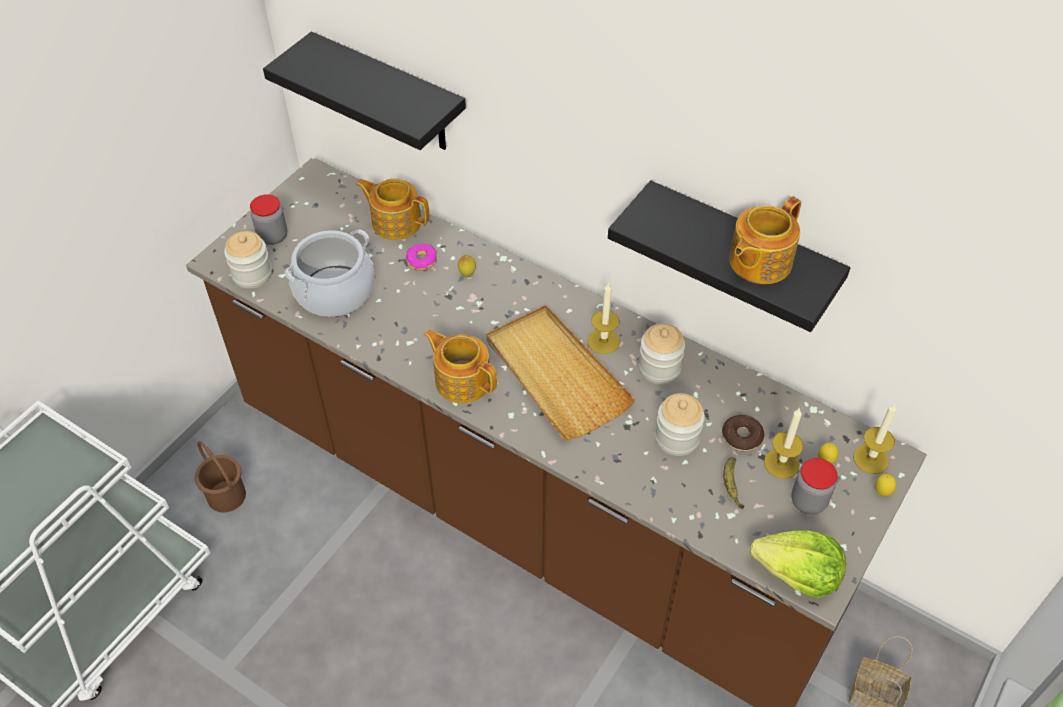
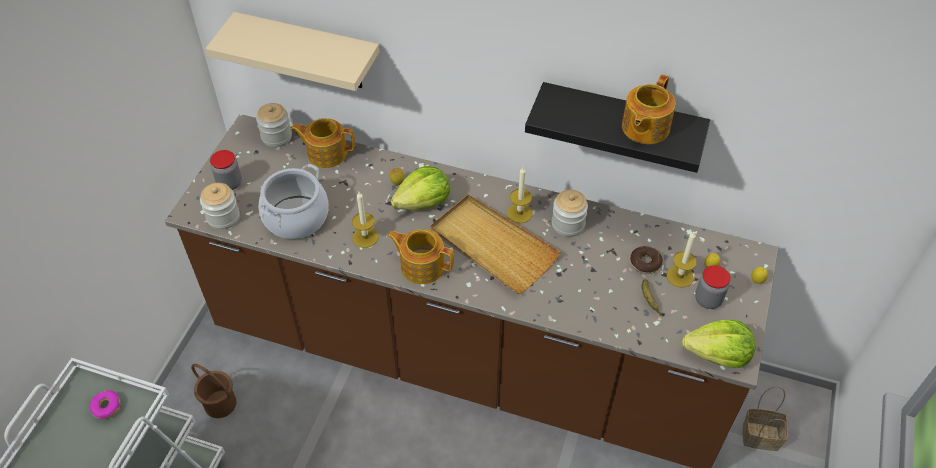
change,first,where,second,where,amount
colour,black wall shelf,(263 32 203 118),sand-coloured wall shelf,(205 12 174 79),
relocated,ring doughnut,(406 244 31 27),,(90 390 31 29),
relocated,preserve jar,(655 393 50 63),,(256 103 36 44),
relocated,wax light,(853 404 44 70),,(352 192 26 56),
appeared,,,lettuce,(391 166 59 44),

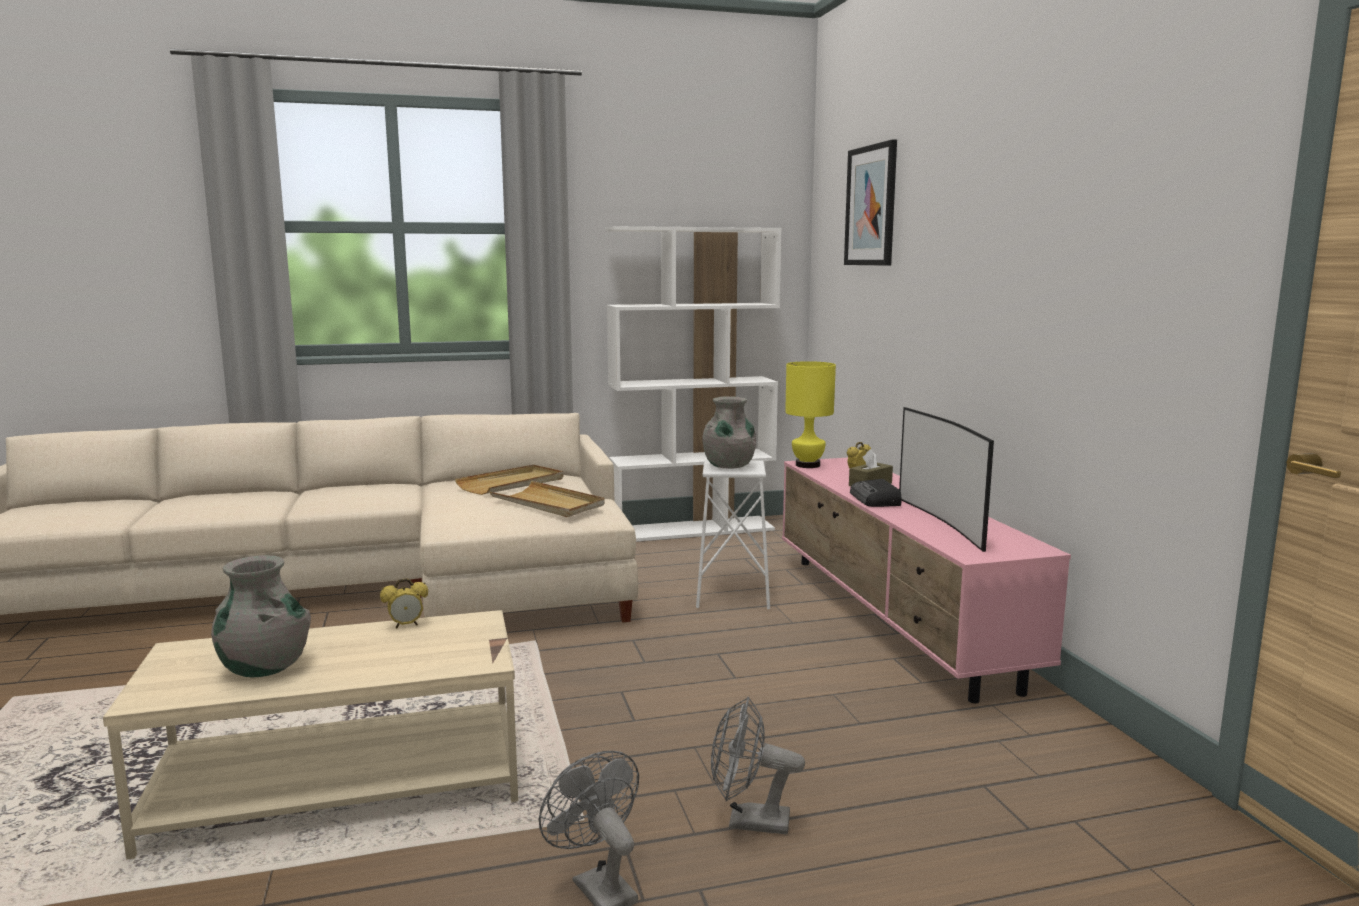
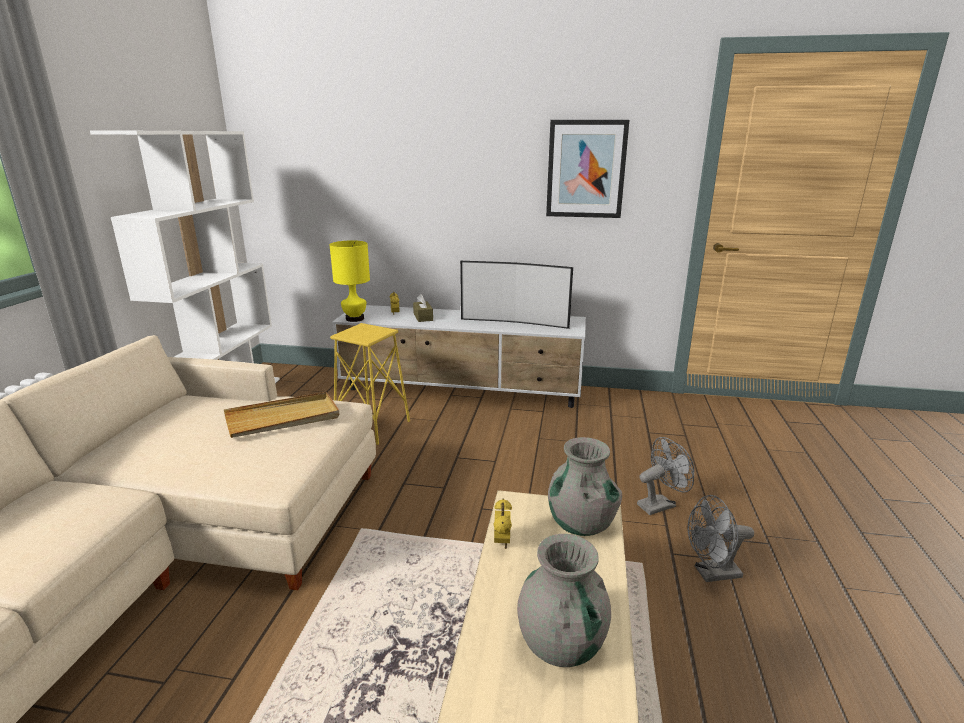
change,first,where,second,where,amount
relocated,wall art,(844 139 53 127),,(546 120 83 98),
relocated,grey vase,(702 396 54 73),,(548 437 74 99),
colour,pinkish tv unit,(782 458 289 245),white tv unit,(332 305 254 103),
colour,white stool,(696 460 74 150),yellow stool,(330 323 80 122),
missing,sand-coloured carrying tray,(455 465 108 30),,,
missing,radio set,(850 479 51 28),,,
spun,grey fan,(711 697 94 137),,(637 437 57 78),150 degrees counterclockwise

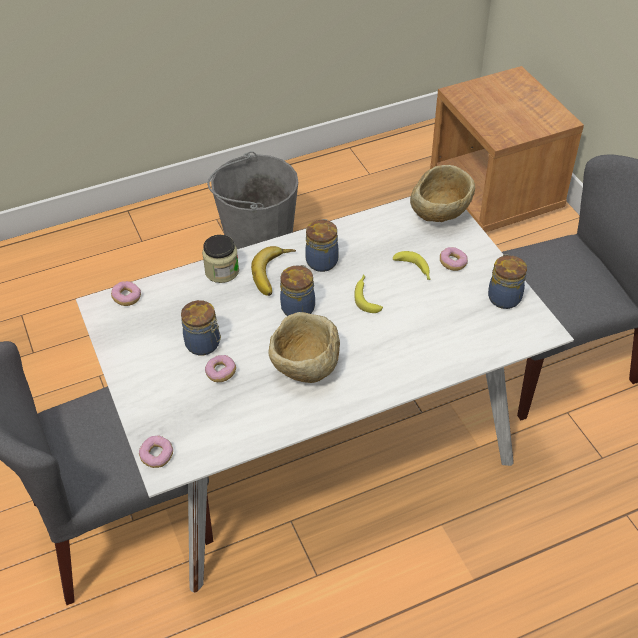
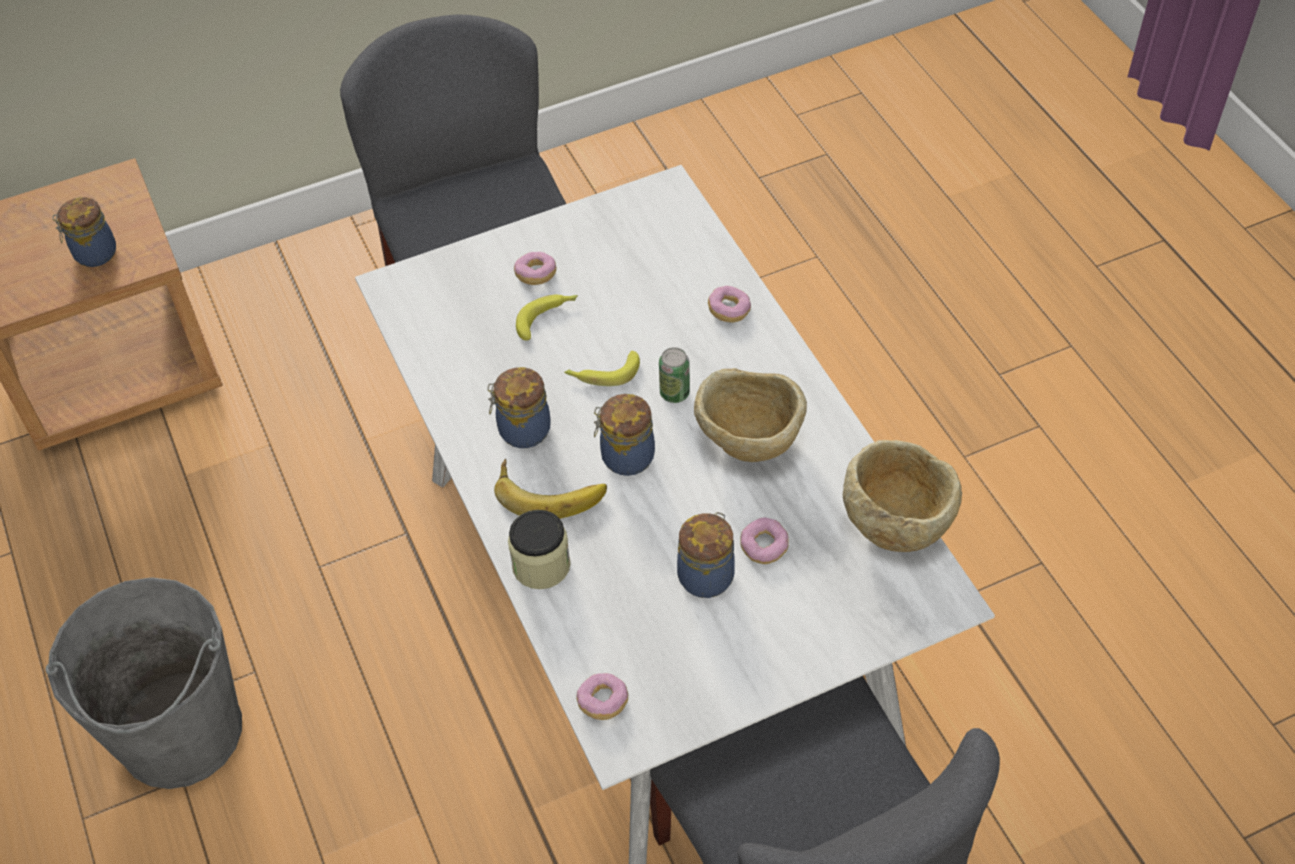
change,first,where,second,where,amount
relocated,sand-coloured bowl,(410 165 65 57),,(843 440 119 112),
relocated,preserve jar,(488 254 39 55),,(52 197 64 70),
relocated,ring doughnut,(139 435 34 33),,(708 286 43 37),
appeared,,,can,(659 347 31 56),

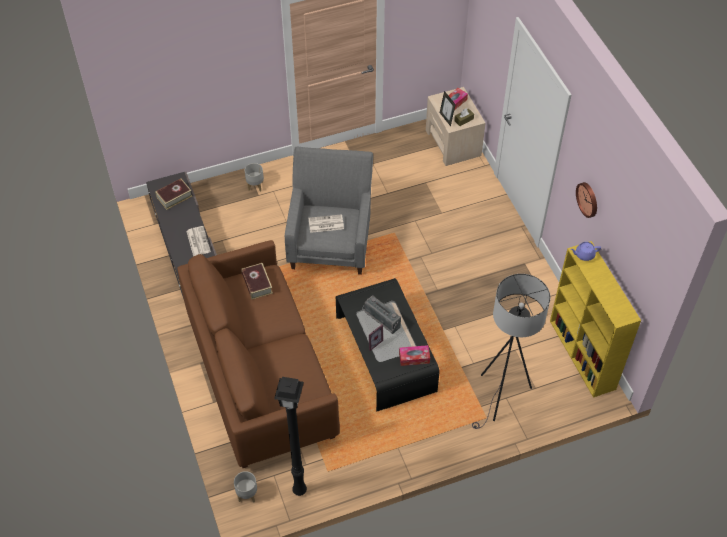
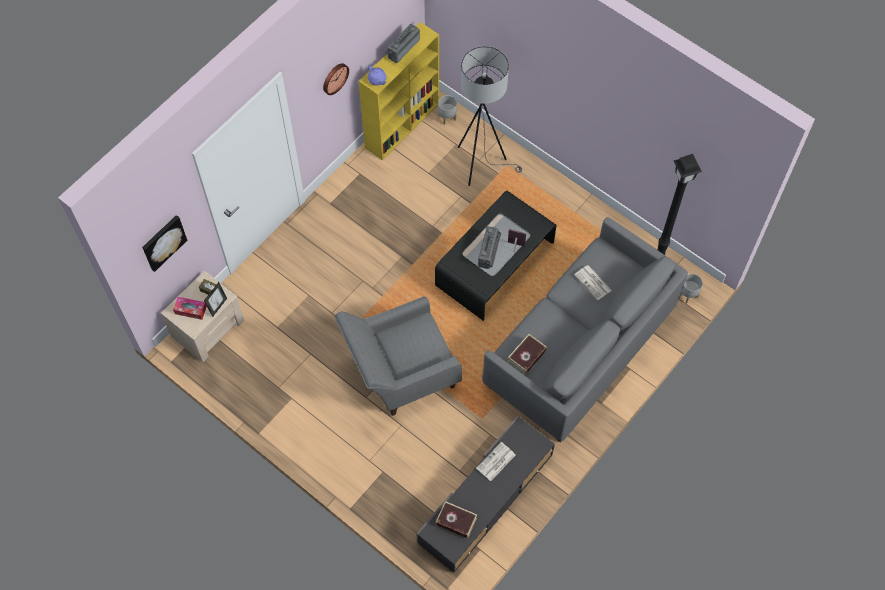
change,first,where,second,where,amount
relocated,grey planter,(245 163 19 29),,(438 95 19 30),
relocated,daily paper,(308 214 36 19),,(574 265 38 35),
colour,brownish couch,(177 240 163 228),grey couch,(482 217 206 225),
missing,box of tissues,(399 345 31 21),,,
appeared,,,radio set,(385 24 35 39),
appeared,,,wall art,(142 215 45 57),

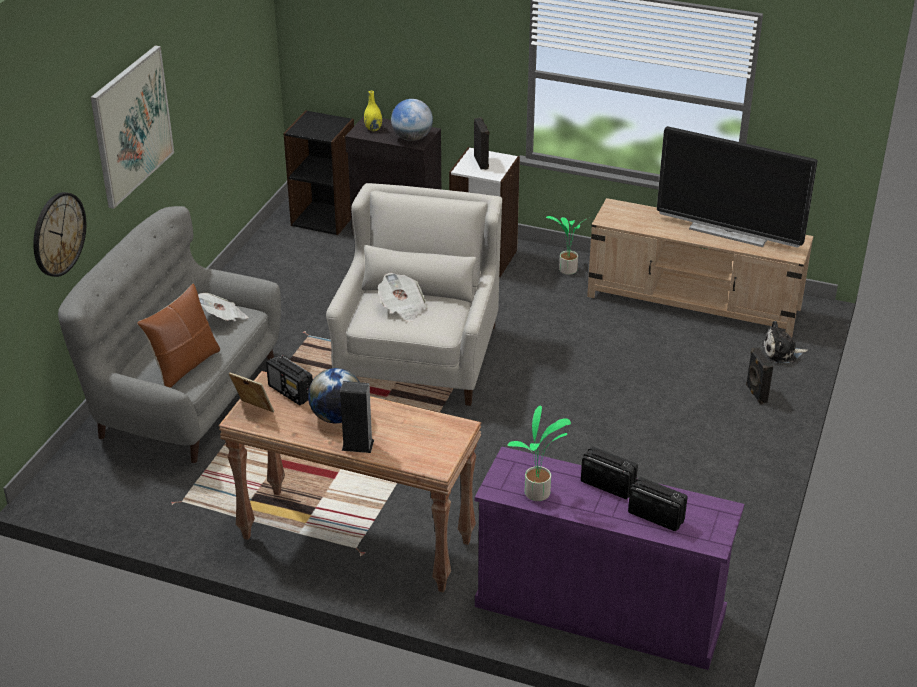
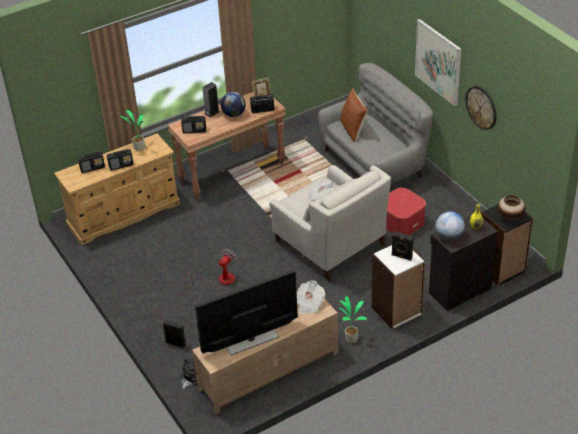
change,first,where,second,where,amount
relocated,hanging clock,(33 192 53 85),,(466 86 30 44),
relocated,daily paper,(198 293 50 28),,(297 280 28 34),
colour,purplish chest of drawers,(475 447 269 223),sand-coloured chest of drawers,(54 134 126 112),
appeared,,,radio set,(181 116 25 17),
appeared,,,pouffe,(386 188 40 47),
appeared,,,vase,(497 195 28 26),
appeared,,,fan,(187 249 50 38),

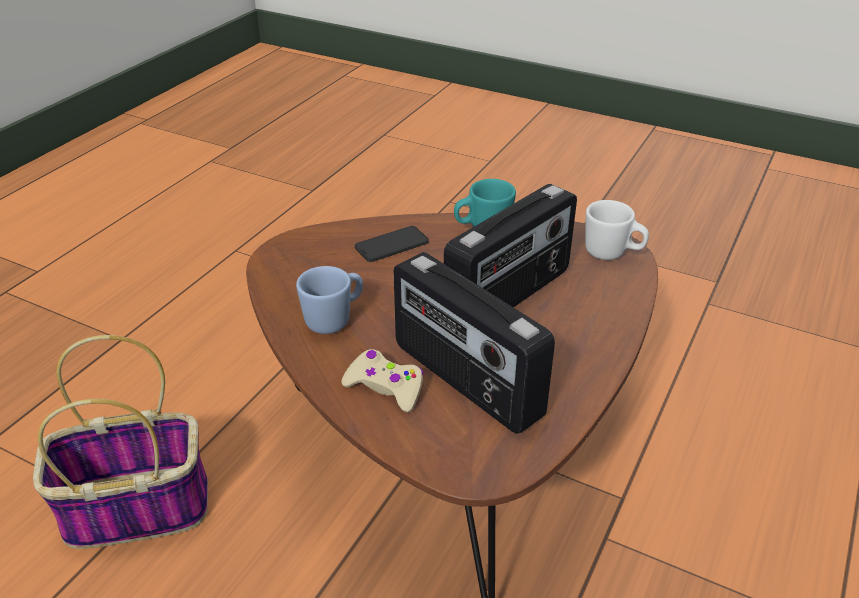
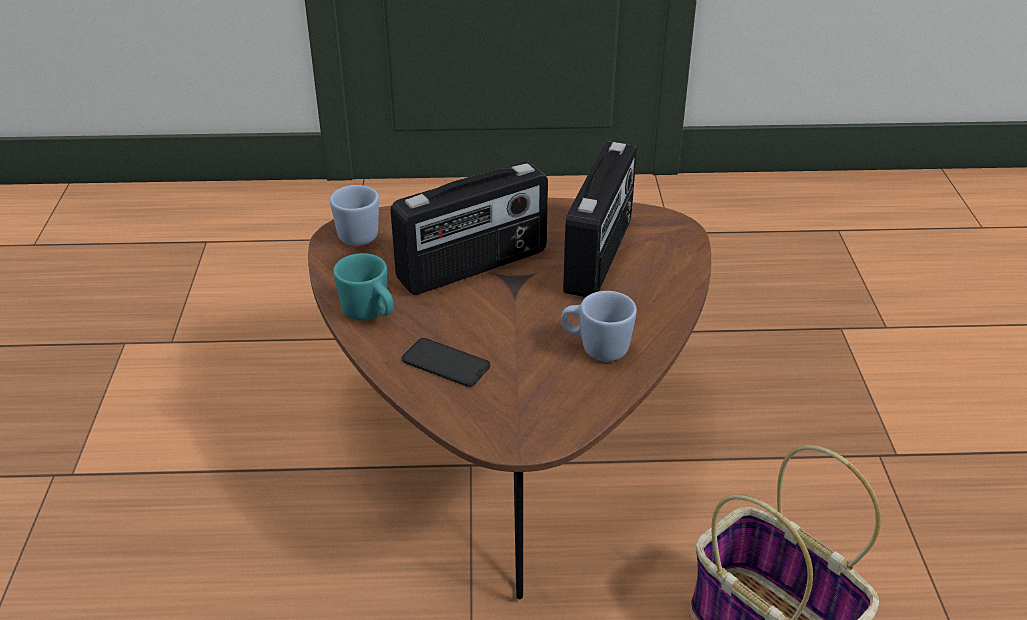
change,first,where,second,where,amount
spun,radio set,(444 184 133 123),,(391 162 157 133),135 degrees clockwise
colour,white coffee mug,(585 200 64 60),blue coffee mug,(330 185 49 61),
missing,sand-coloured game controller,(341 349 83 64),,,

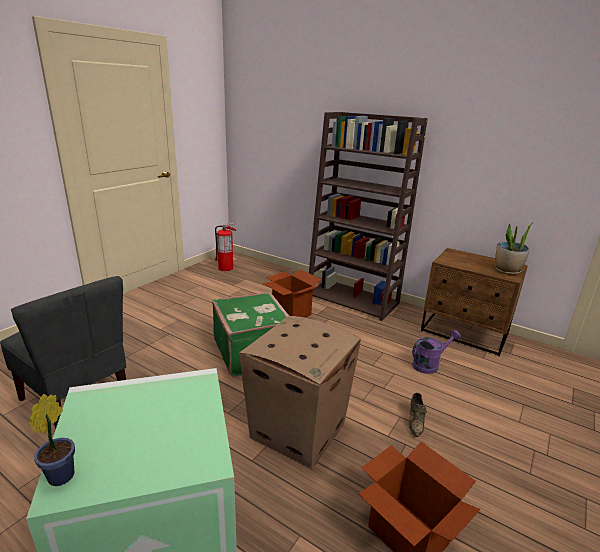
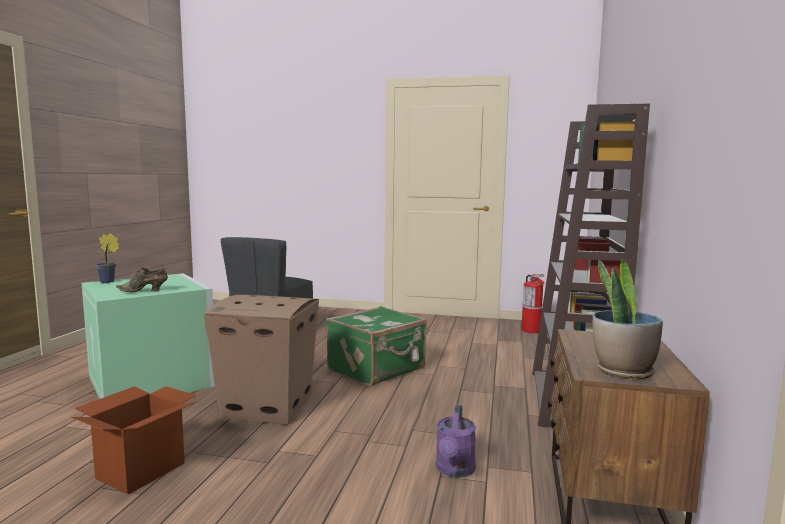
change,first,where,second,where,amount
missing,packing box,(262 269 60 49),,,
spun,purplish watering can,(412 330 49 44),,(436 405 40 73),60 degrees clockwise
relocated,brownish low shoe,(408 393 19 44),,(116 267 52 25),

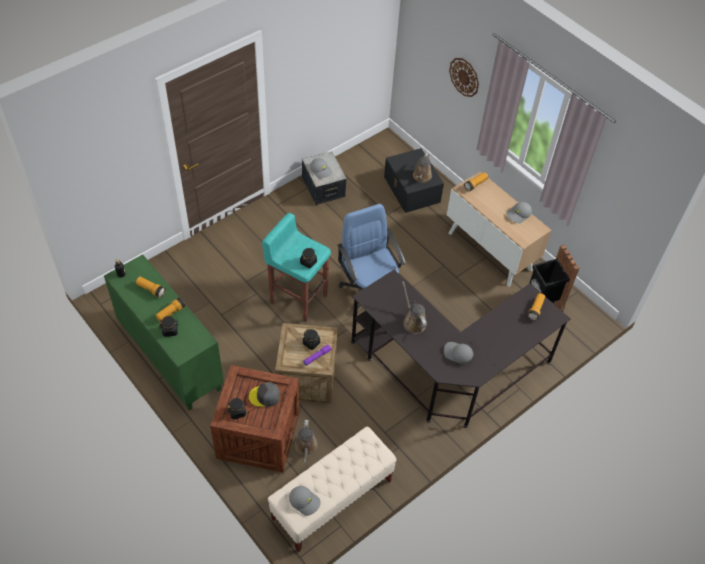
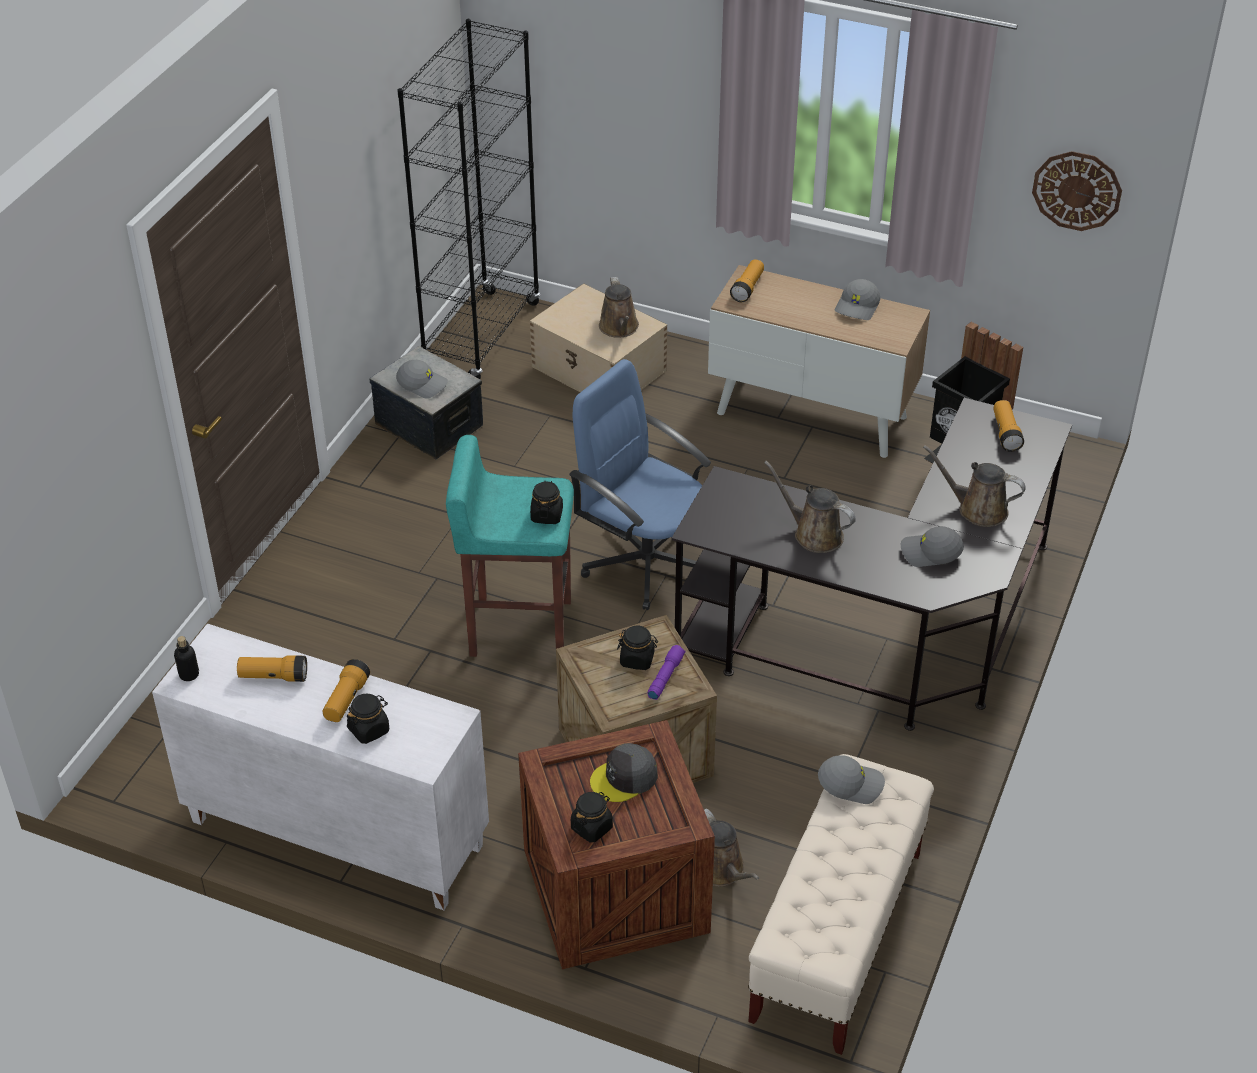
change,first,where,second,where,amount
relocated,hanging clock,(449 58 30 39),,(1032 151 90 80),
colour,black storage container,(384 148 60 65),sand-coloured storage container,(530 283 137 109),
colour,green-coloured cupboard,(104 254 120 156),white cupboard,(152 623 337 287),
relocated,grey cap,(289 486 31 30),,(818 755 67 49),
appeared,,,black bookcase,(397 19 143 360),
appeared,,,brownish watering can,(923 445 103 82),

